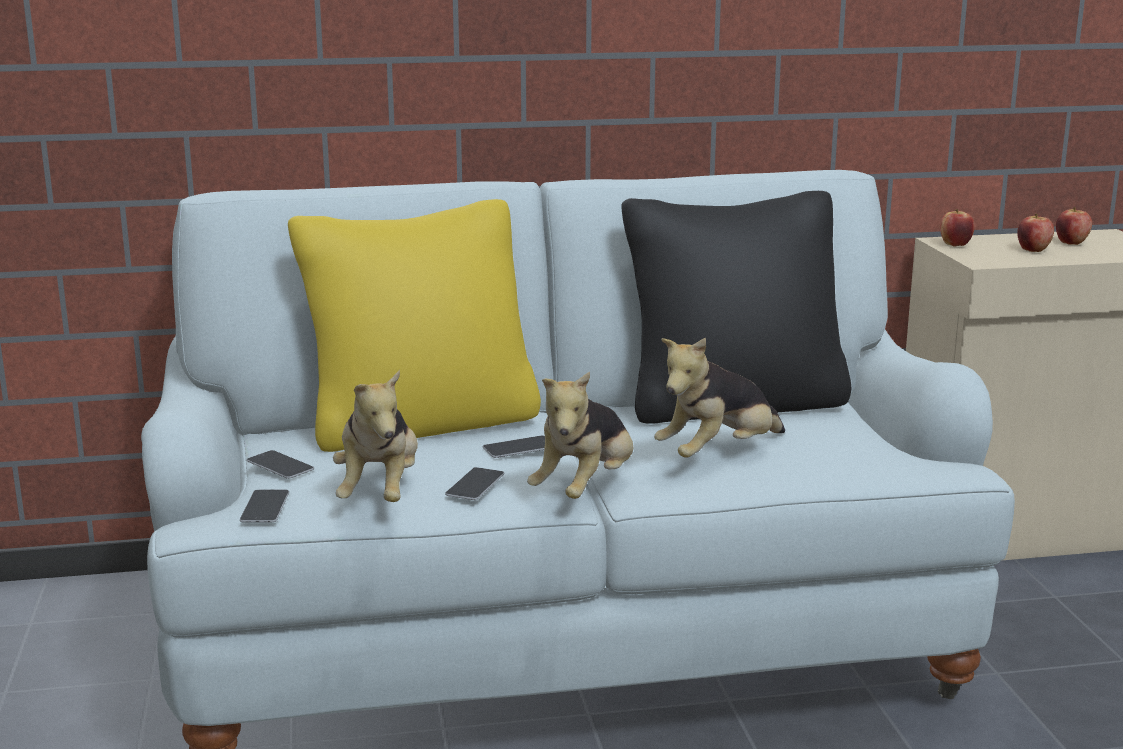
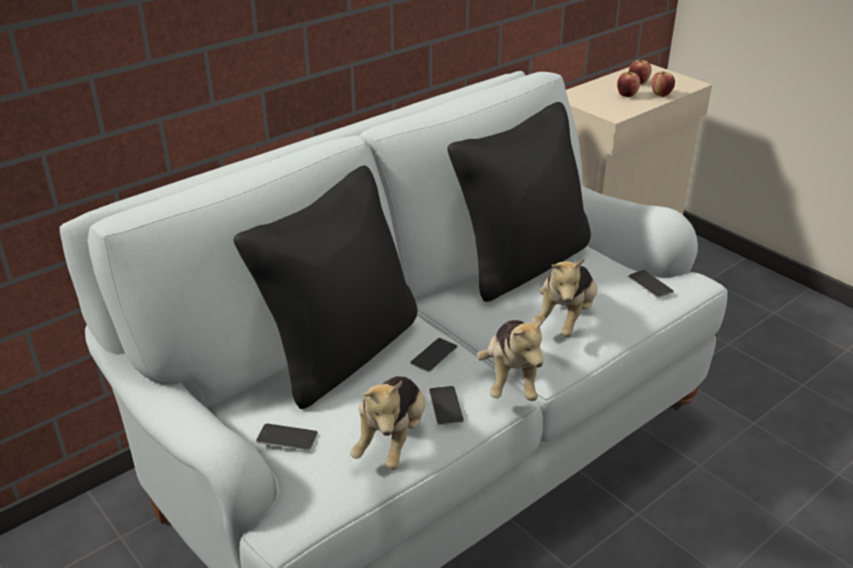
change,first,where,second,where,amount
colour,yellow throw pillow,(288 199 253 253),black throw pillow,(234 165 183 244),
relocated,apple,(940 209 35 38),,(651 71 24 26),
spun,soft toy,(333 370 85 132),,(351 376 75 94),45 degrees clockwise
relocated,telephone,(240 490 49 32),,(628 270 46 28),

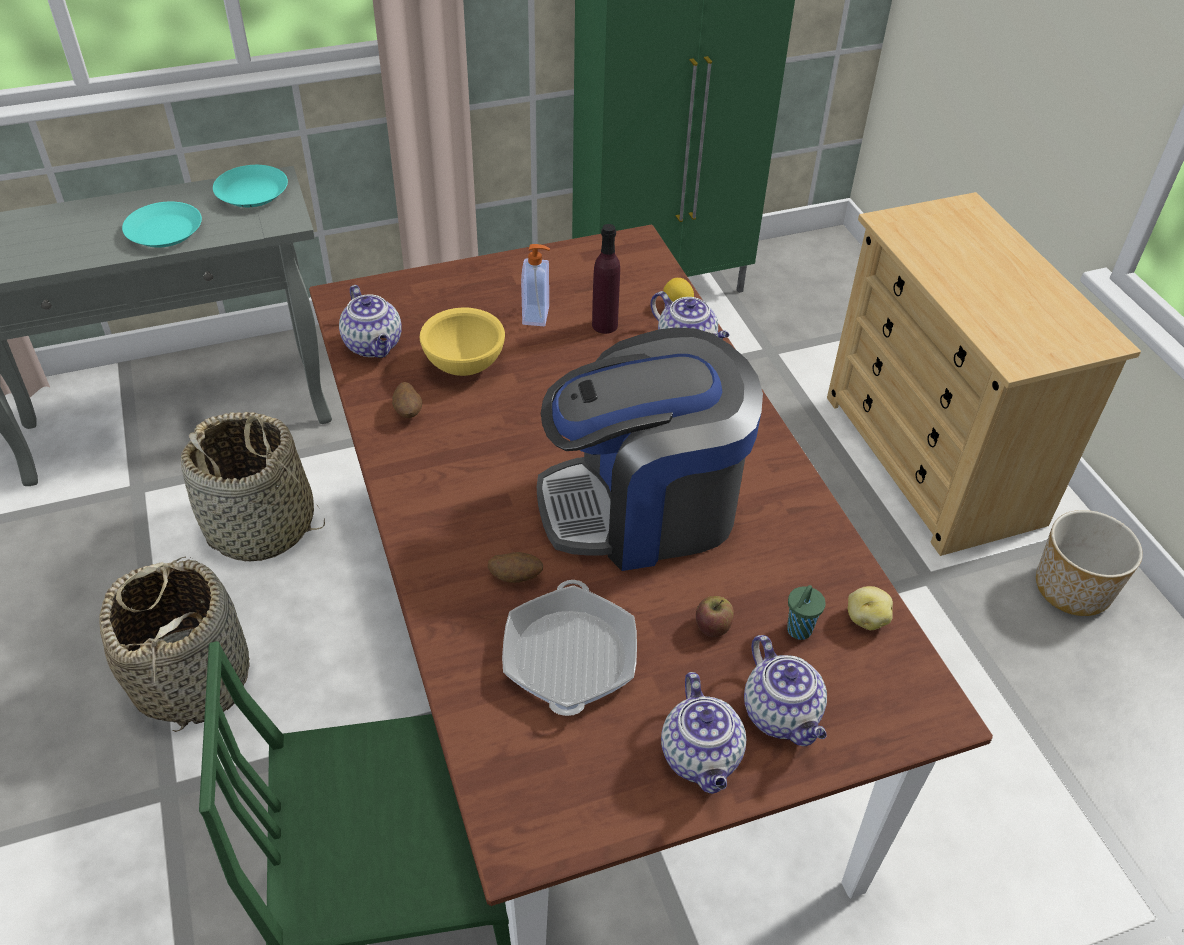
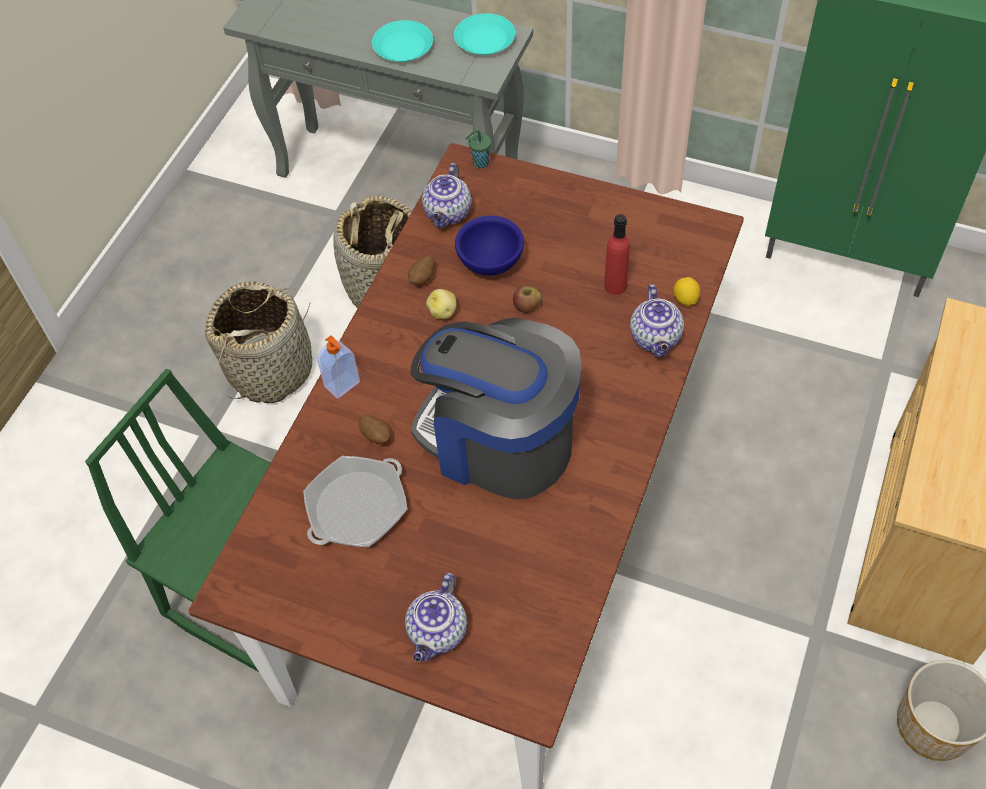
change,first,where,second,where,amount
colour,purplish bottle,(592 224 28 110),red bottle,(604 214 26 81),
relocated,soap bottle,(521 244 29 82),,(317 335 43 64),
colour,yellow bowl,(420 308 85 68),blue bowl,(455 216 69 60),
relocated,green-coloured cup,(787 585 39 55),,(466 129 25 40),
relocated,whole potato,(848 586 45 44),,(426 289 30 30),
relocated,apple,(696 596 38 41),,(513 286 28 27),
missing,pot for tea,(661 672 85 122),,,

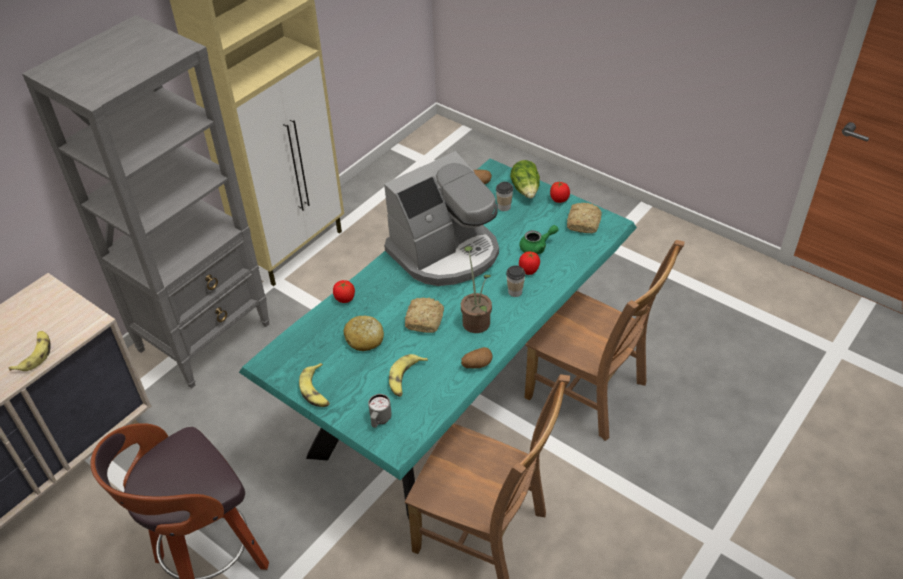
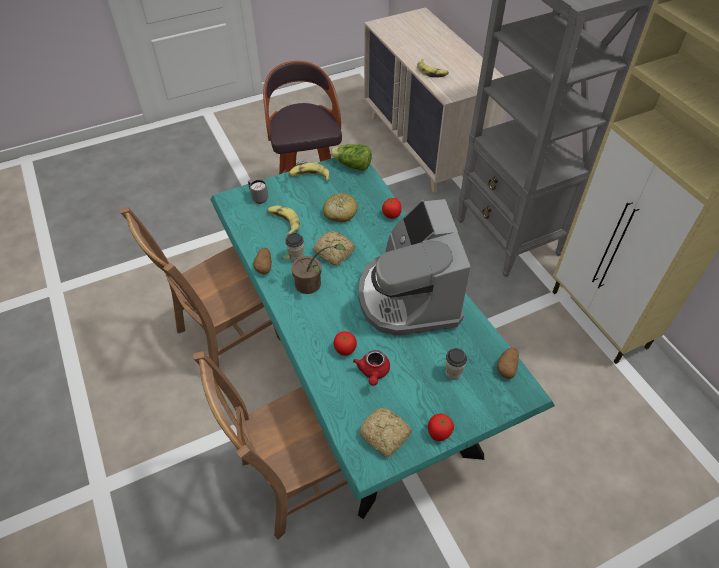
change,first,where,second,where,amount
relocated,lettuce,(510 160 30 39),,(330 144 42 27),
colour,green-coloured pot for tea,(520 225 38 29),red pot for tea,(353 350 37 36),
relocated,cup,(506 265 19 32),,(285 233 19 29),

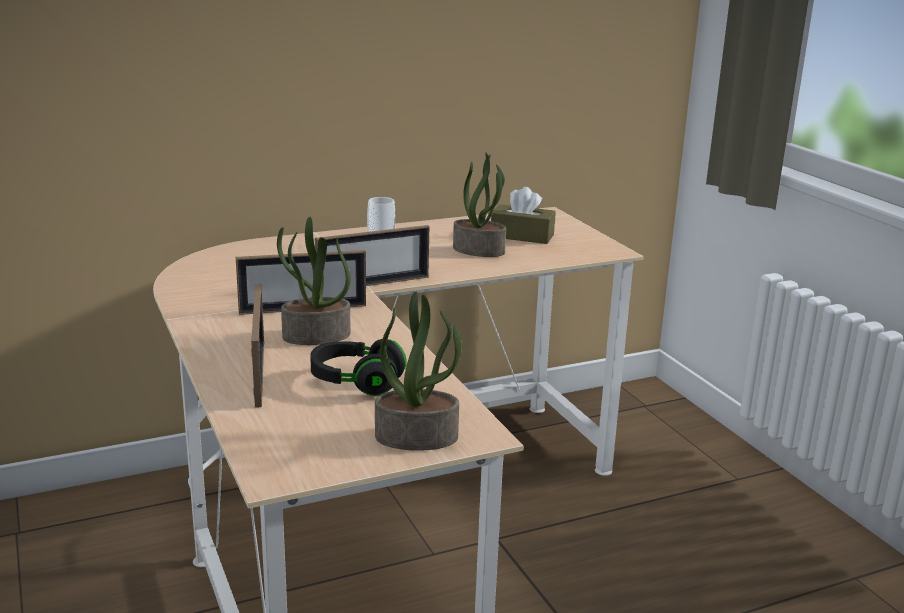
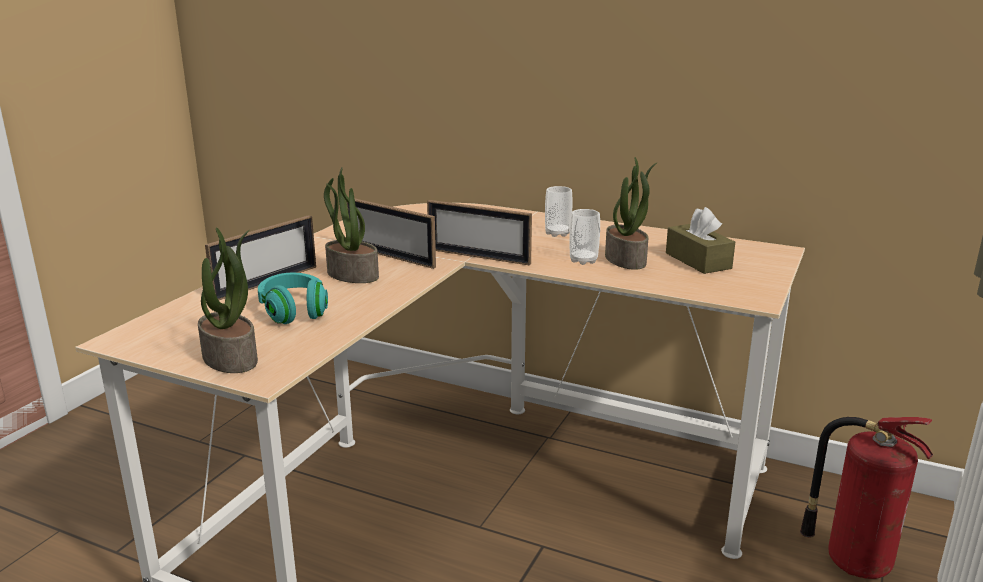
change,first,where,second,where,amount
colour,black headphones,(310 339 97 57),turquoise-coloured headphones,(258 273 70 51),
appeared,,,cup,(570 209 30 56),
appeared,,,extinguisher,(800 417 133 162),

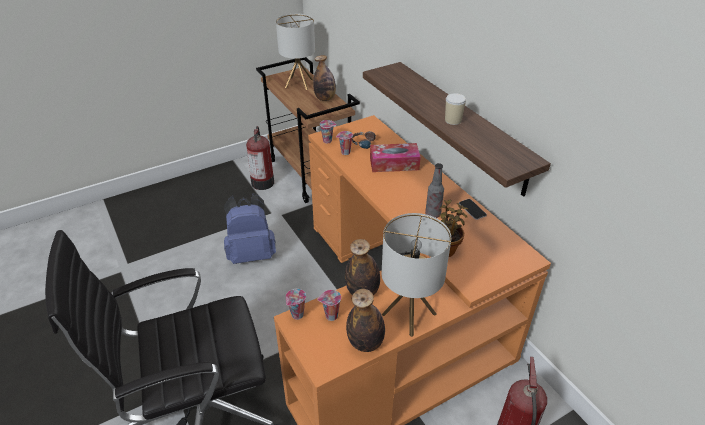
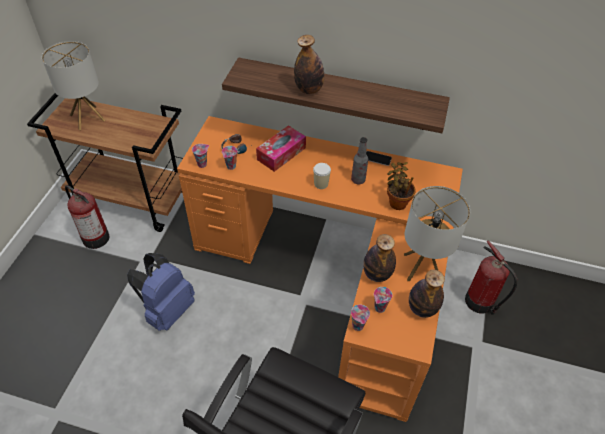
change,first,where,second,where,amount
relocated,bottle,(313 55 23 46),,(294 35 30 59),
relocated,cup,(445 93 21 32),,(313 163 18 26),

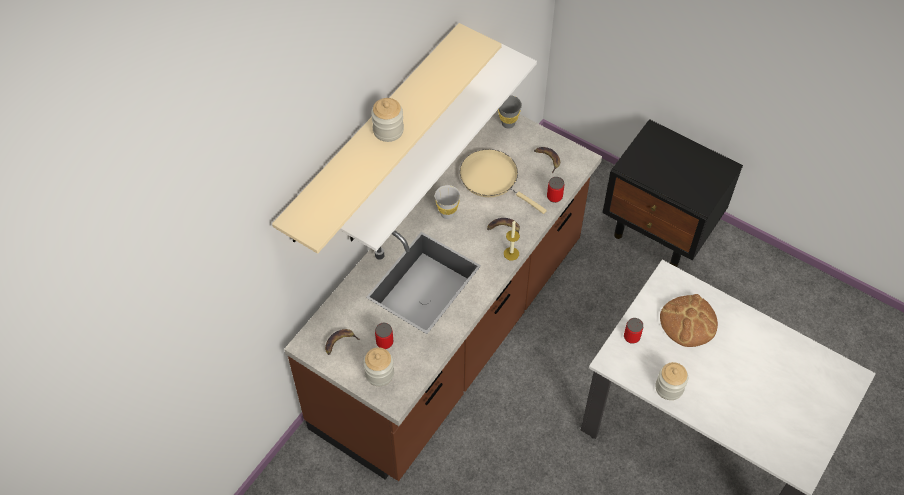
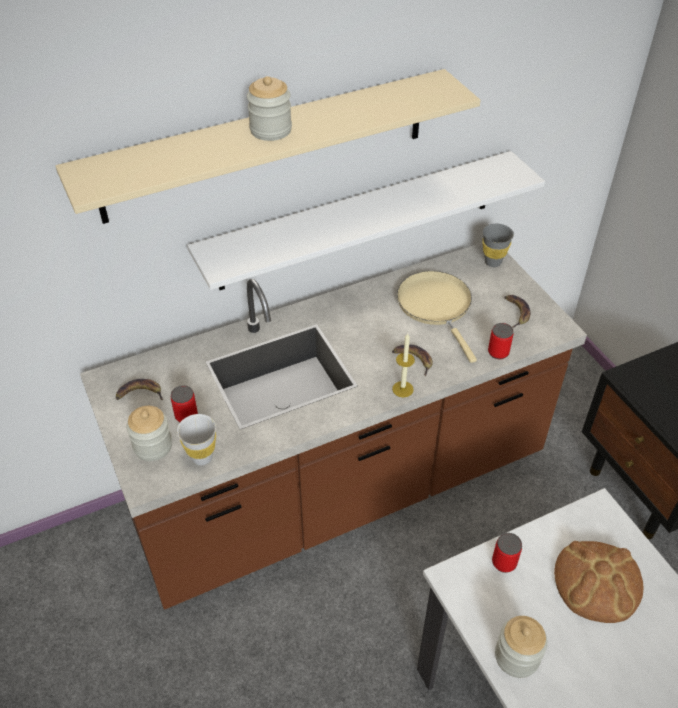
change,first,where,second,where,amount
relocated,white cup,(435 185 25 34),,(177 414 39 51),

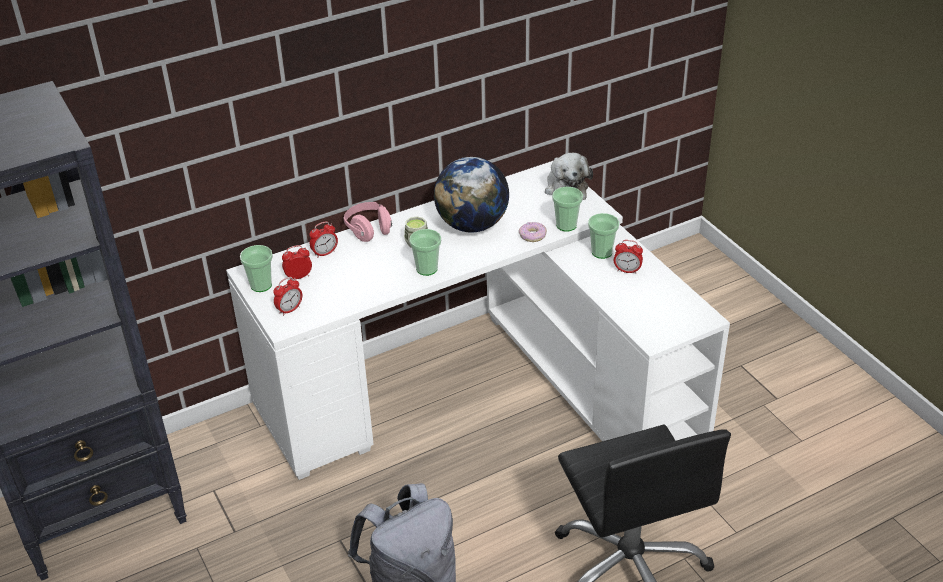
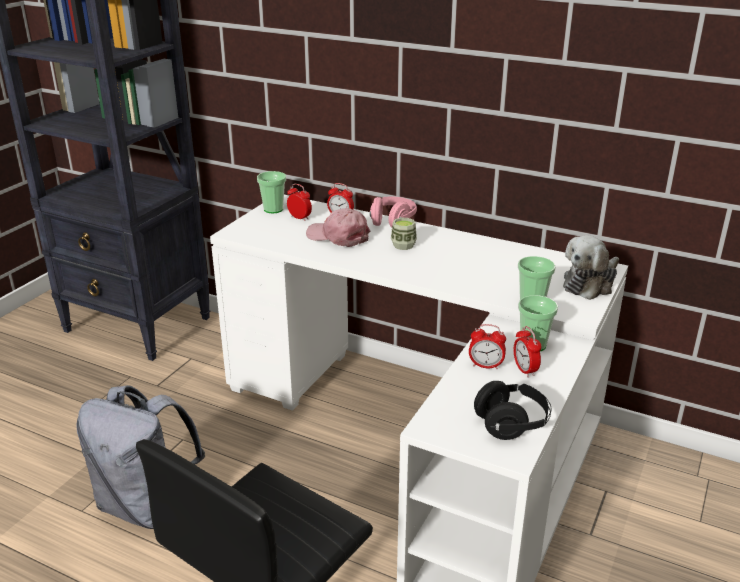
change,first,where,second,where,amount
missing,world globe,(434 157 75 75),,,
missing,ring doughnut,(519 222 28 20),,,
missing,cup,(409 229 32 47),,,
relocated,bedside clock,(273 277 29 39),,(469 324 37 45),
appeared,,,pinkish cap,(306 208 64 39),
appeared,,,black headphones,(474 381 77 59),

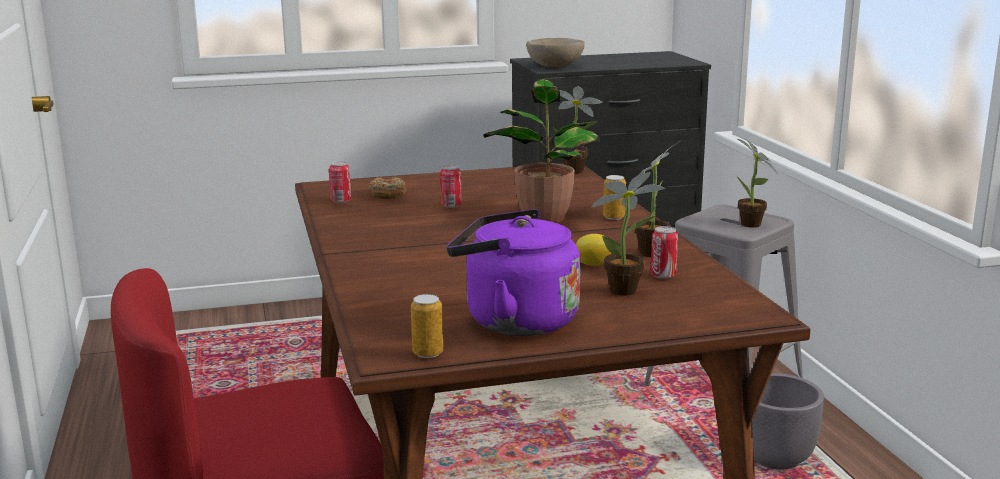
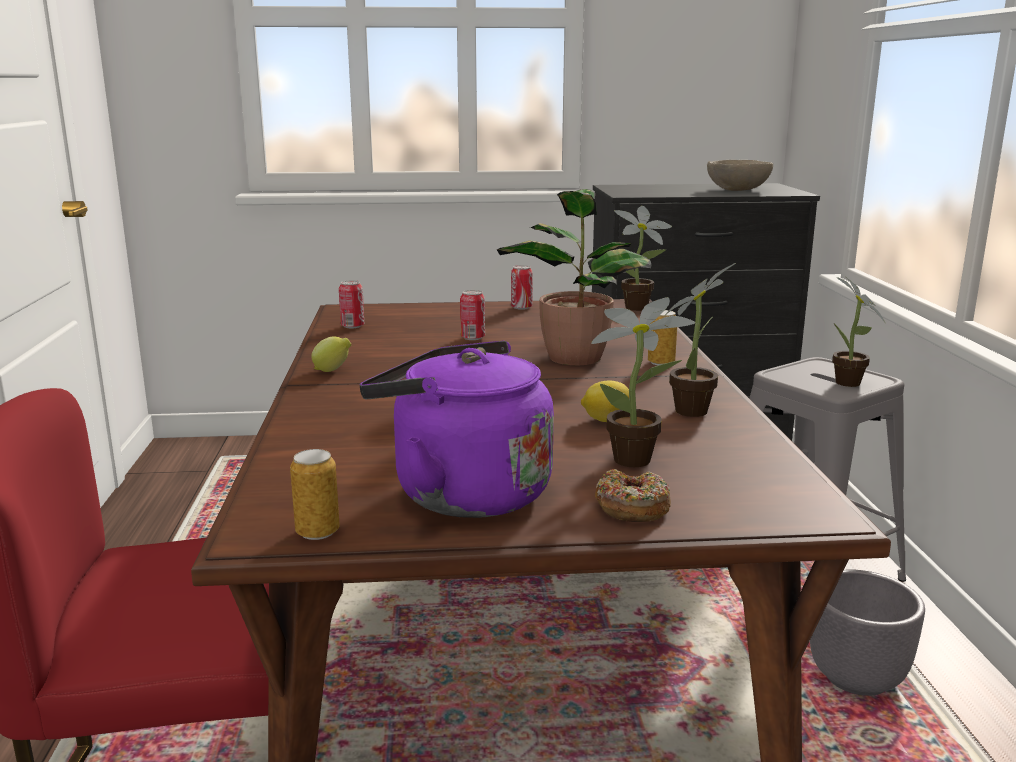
change,first,where,second,where,amount
relocated,sand-coloured bowl,(526 38 59 29),,(707 160 66 31),
relocated,ring doughnut,(369 177 37 22),,(595 469 76 53),
relocated,can,(651 226 27 53),,(511 265 22 45),
appeared,,,whole lemon,(311 336 40 36),

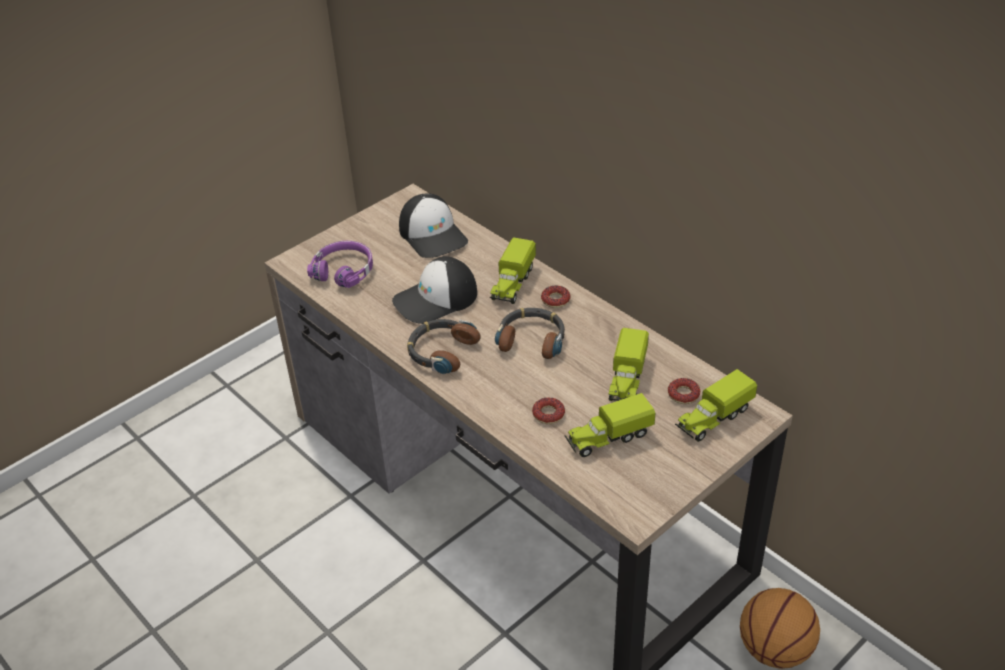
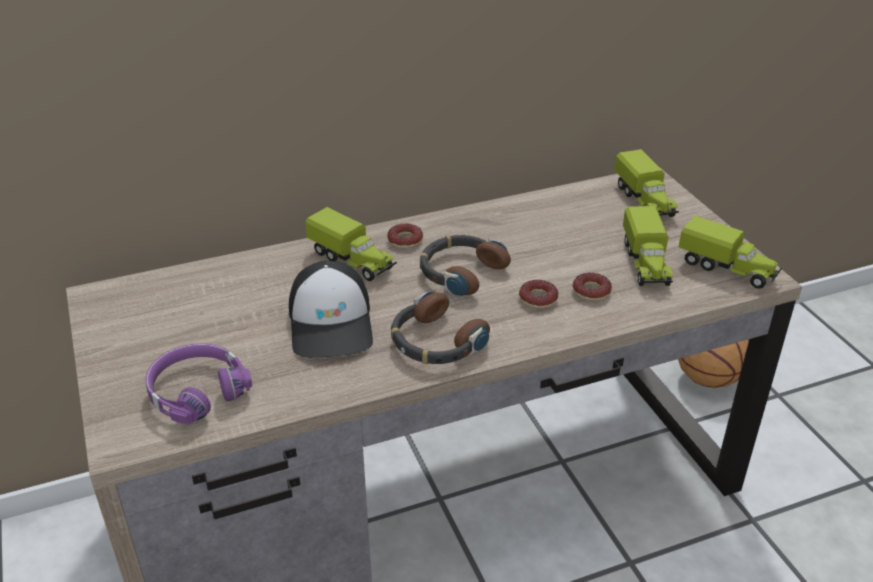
change,first,where,second,where,amount
missing,cap,(399 193 69 65),,,
relocated,toy truck,(609 328 40 73),,(679 216 103 73),
relocated,ring doughnut,(668 378 32 26),,(519 280 39 29),

